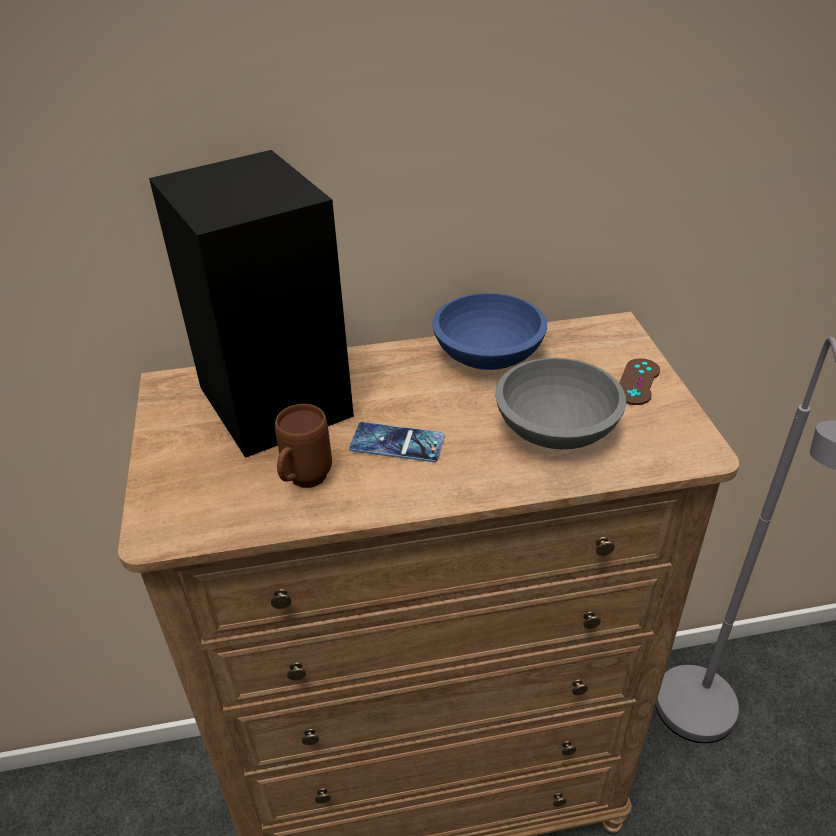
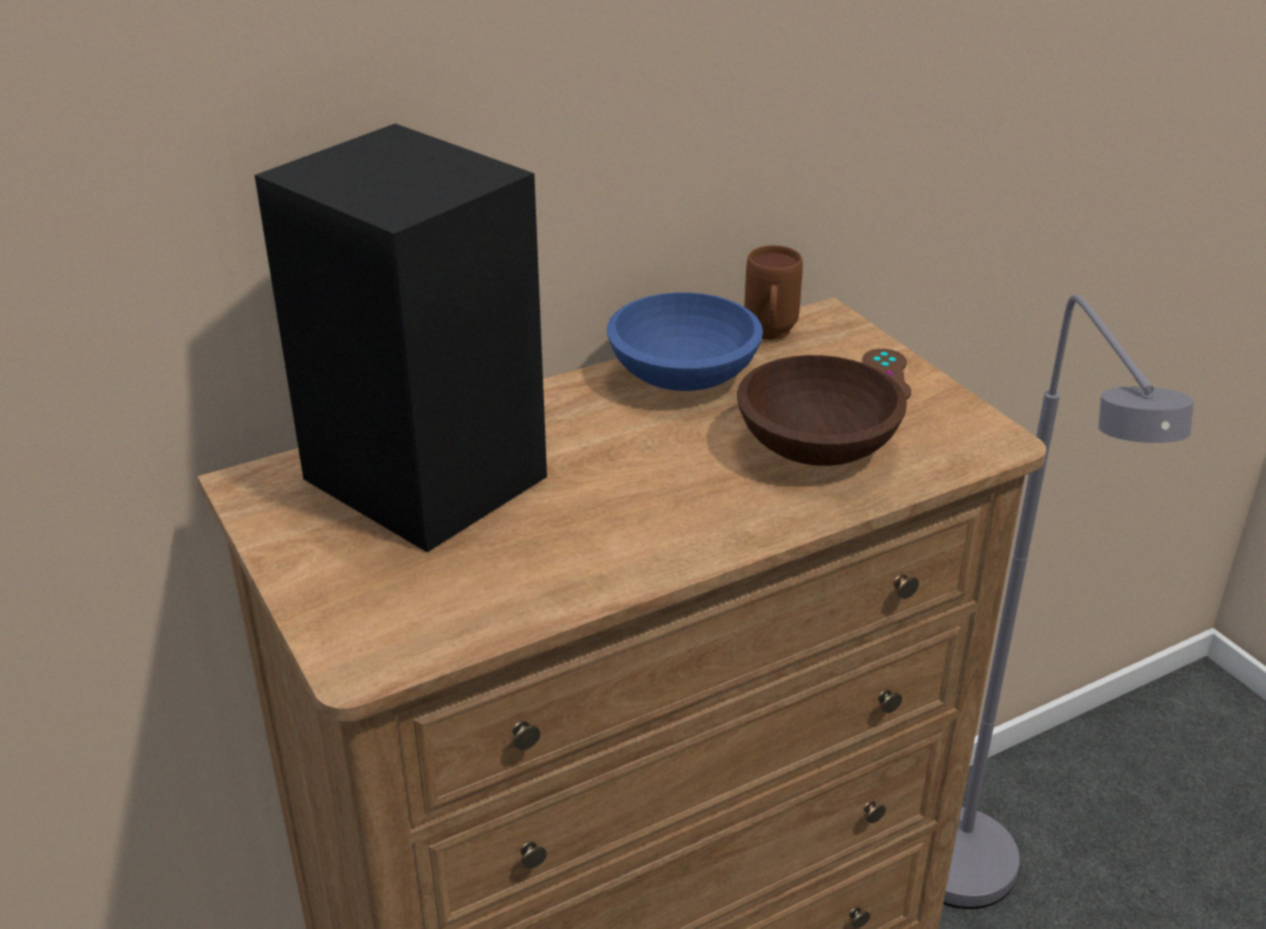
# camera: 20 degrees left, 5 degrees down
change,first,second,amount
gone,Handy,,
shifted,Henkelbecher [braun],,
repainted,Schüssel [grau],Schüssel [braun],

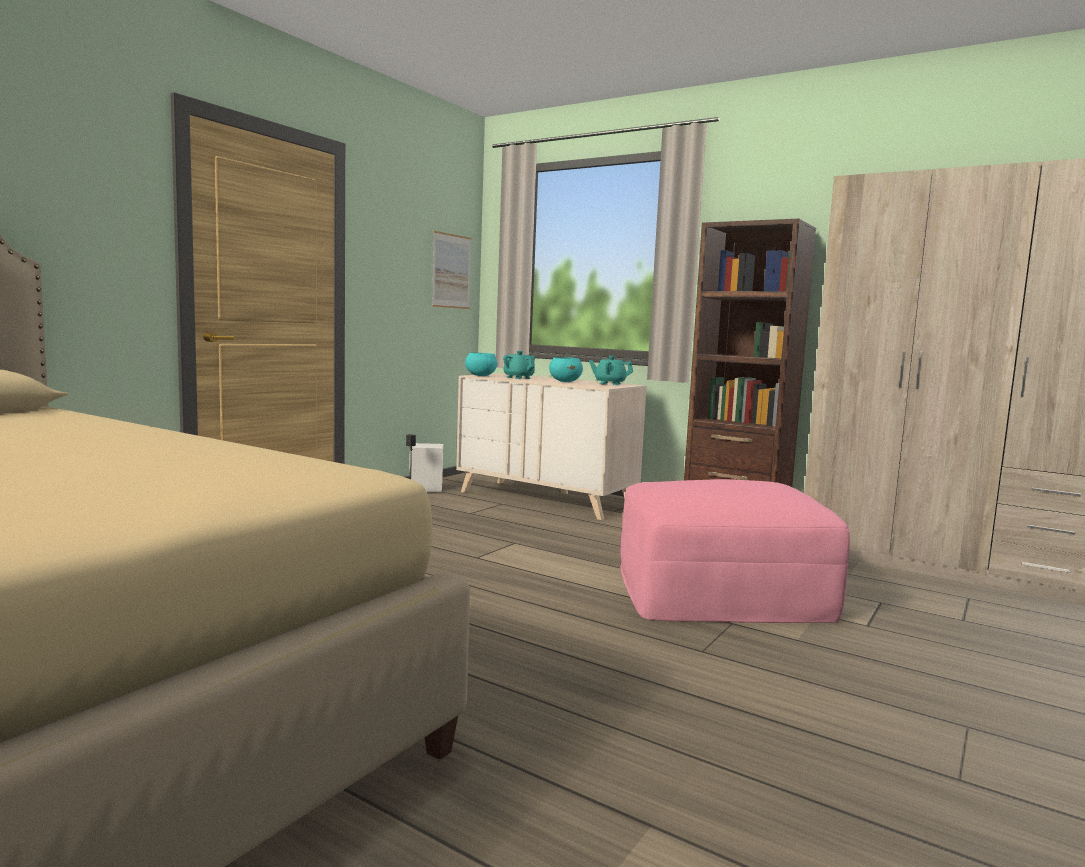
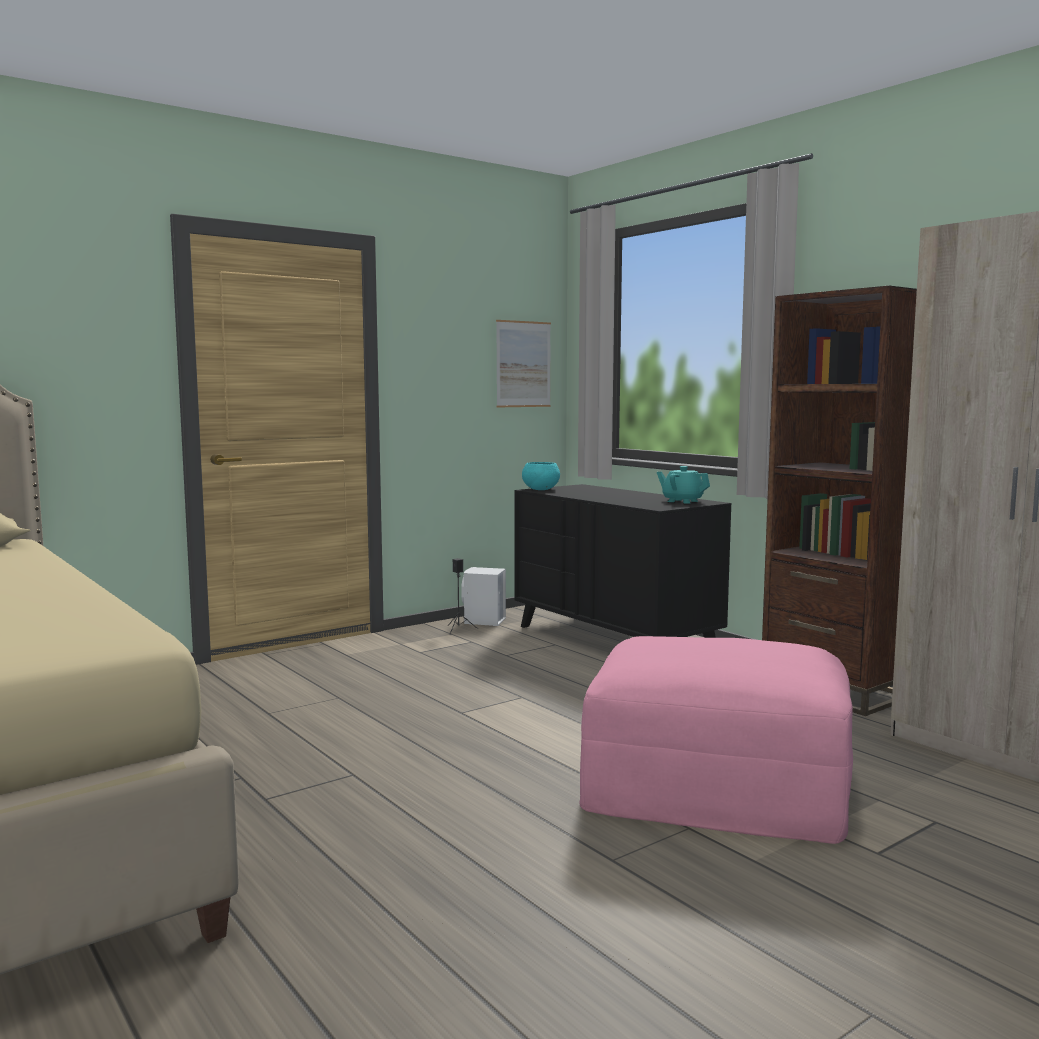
# camera: 20 degrees right, 0 degrees up
change,first,second,amount
gone,Teekanne [türkis] (no. 1 from left),,
gone,Schüssel [türkis] (no. 2 from left),,
repainted,Kommode [beige],Kommode [schwarz],

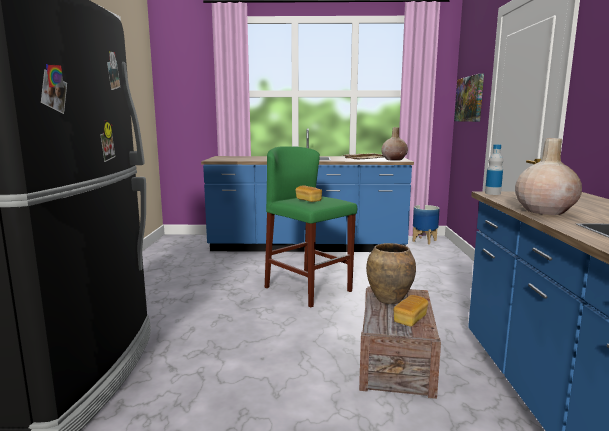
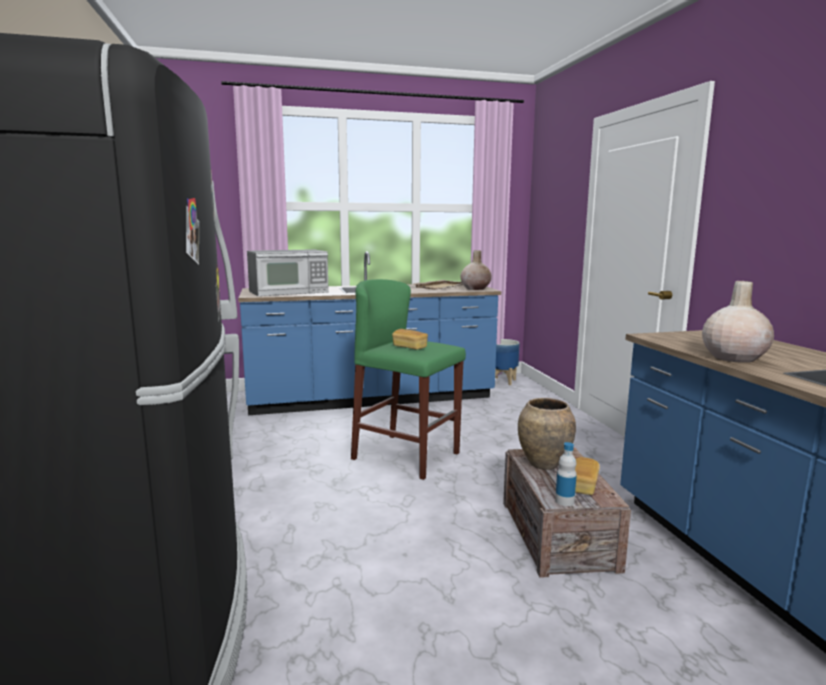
# camera: 15 degrees left, 0 degrees up
change,first,second,amount
gone,Bild,,
new,,Mikrowelle,
shifted,Flasche,,

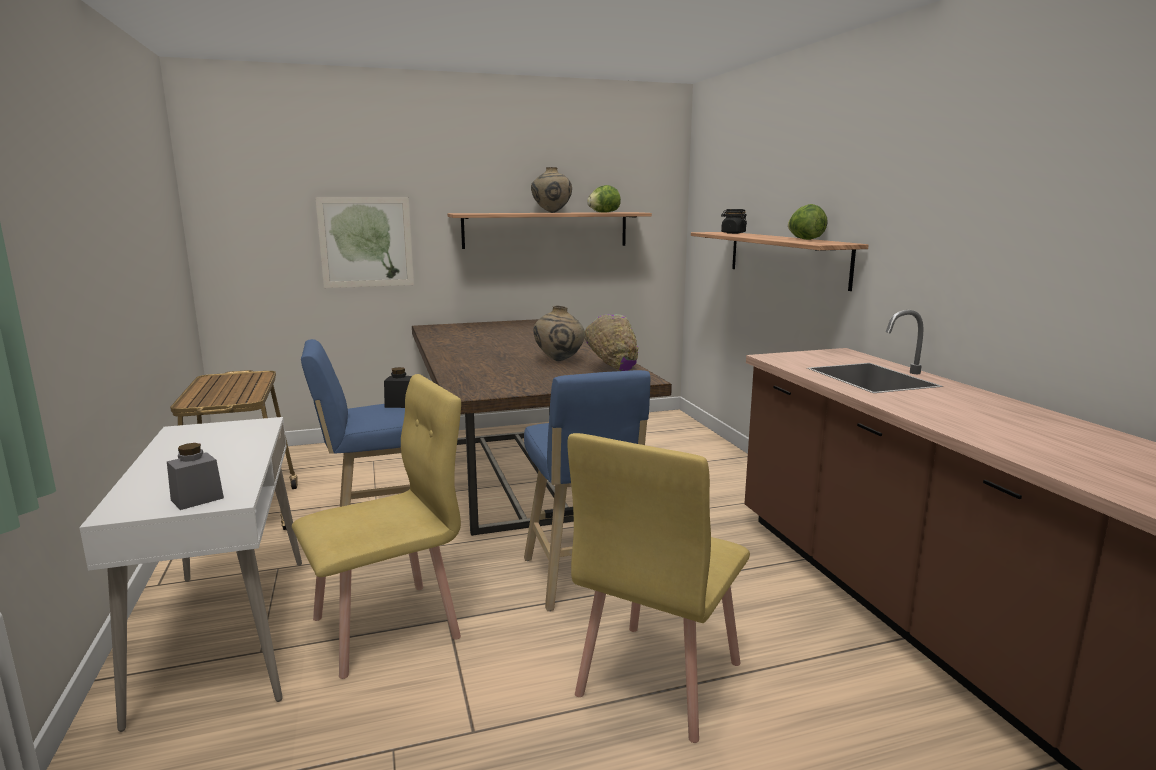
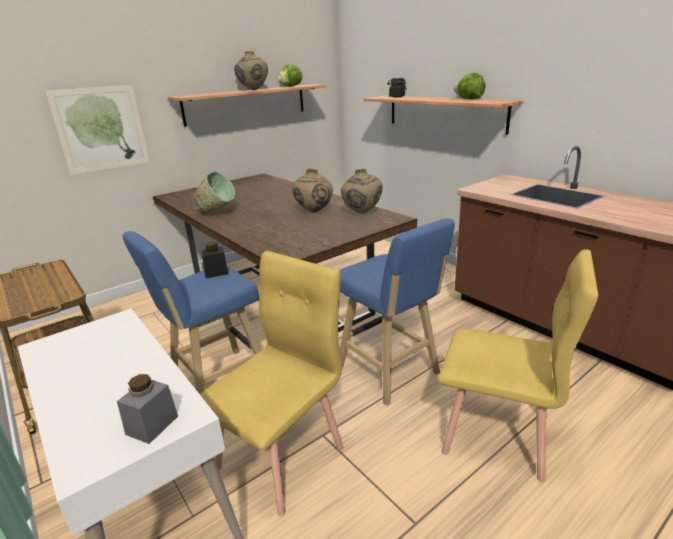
# camera: 20 degrees left, 10 degrees up
change,first,second,amount
new,,Schüssel [grün],
swapped,Schüssel [lila],Vase [beige] (no. 3 from left),
rotated,Stuhl [gelb] (no. 2 from left),,75 degrees counterclockwise

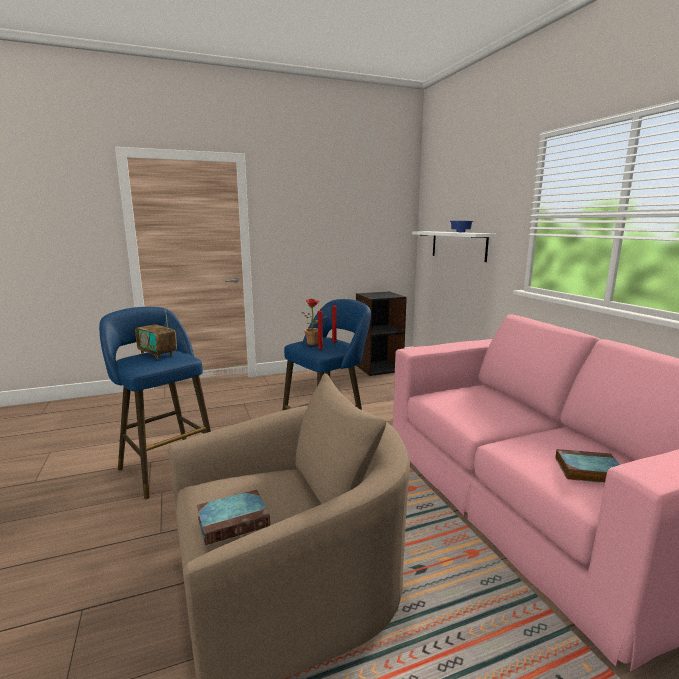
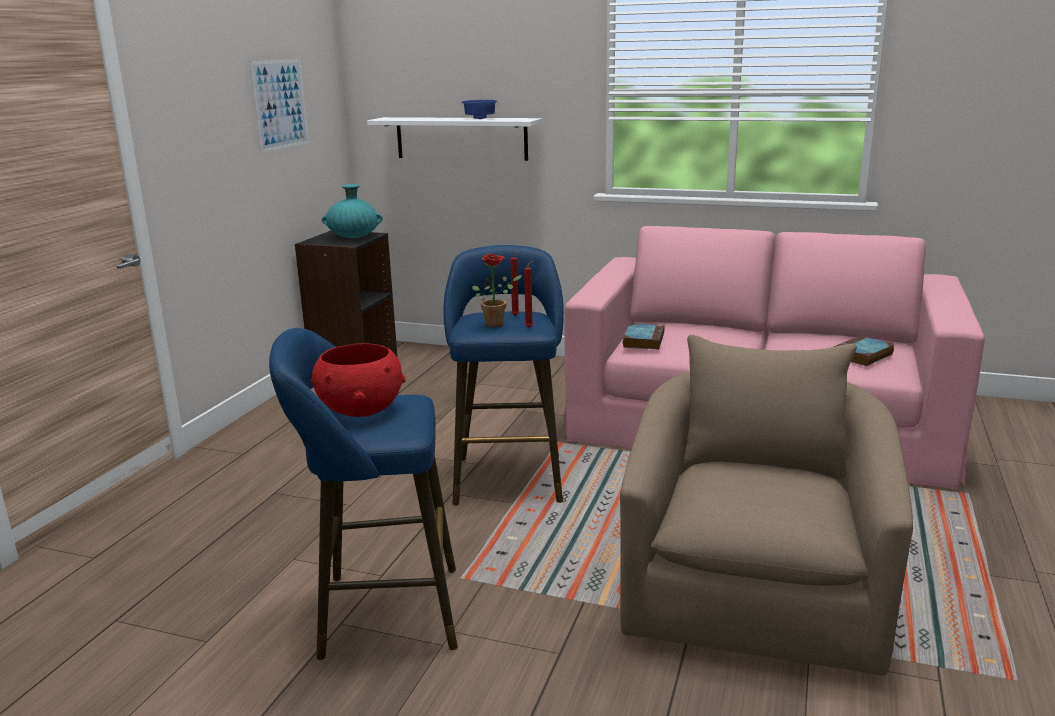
# camera: 50 degrees left, 5 degrees up
change,first,second,amount
new,,Bild,
new,,Vase [türkis],
shifted,Buch (no. 1 from left),,
swapped,Radio,Schüssel [rot],

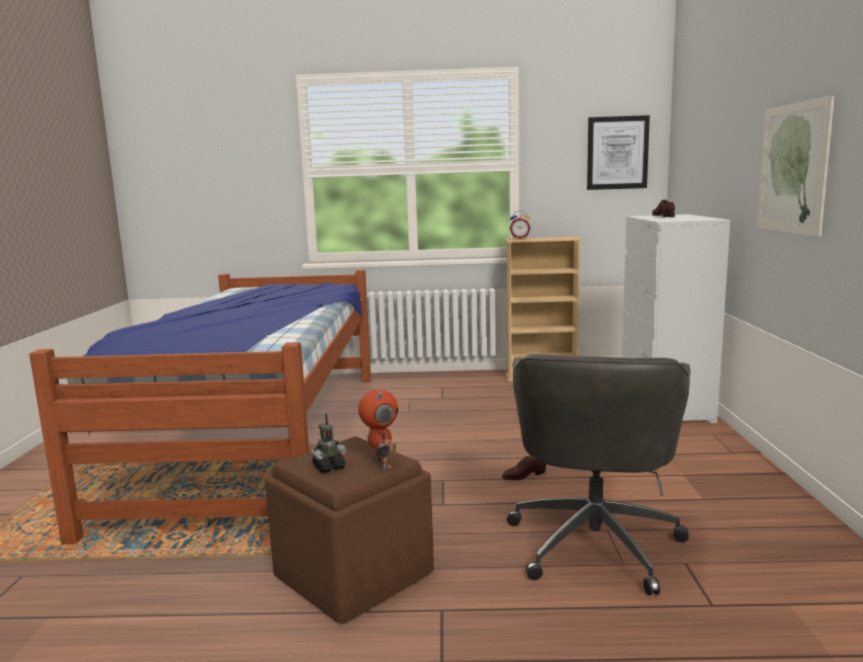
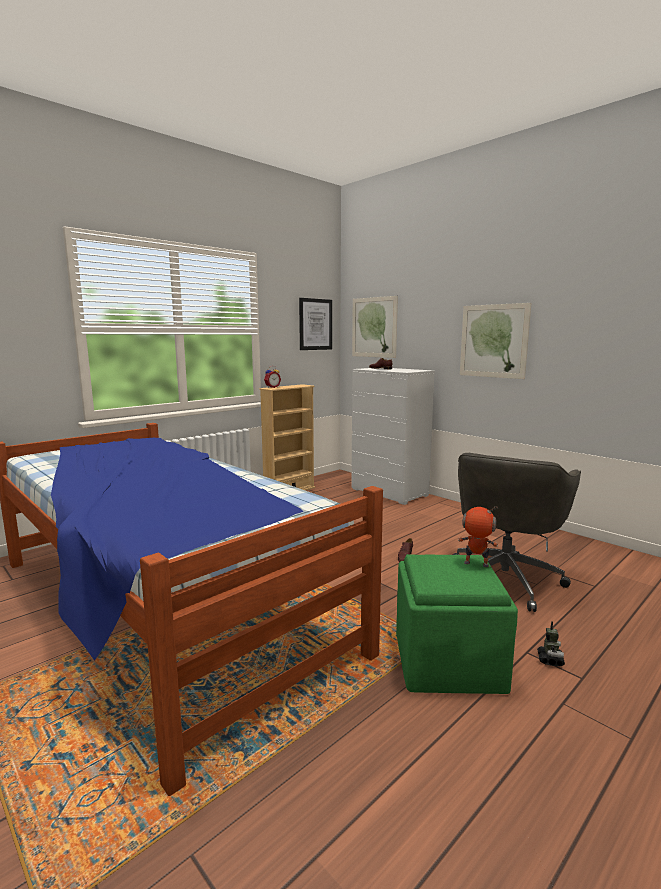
# camera: 45 degrees left, 0 degrees up
change,first,second,amount
new,,Bild (no. 2 from left),
shifted,Spielzeugroboter (no. 1 from left in the first image),Spielzeugroboter (no. 2 from left),
repainted,Polsterhocker [braun],Polsterhocker [grün],
rotated,Bürostuhl [grau],,60 degrees clockwise

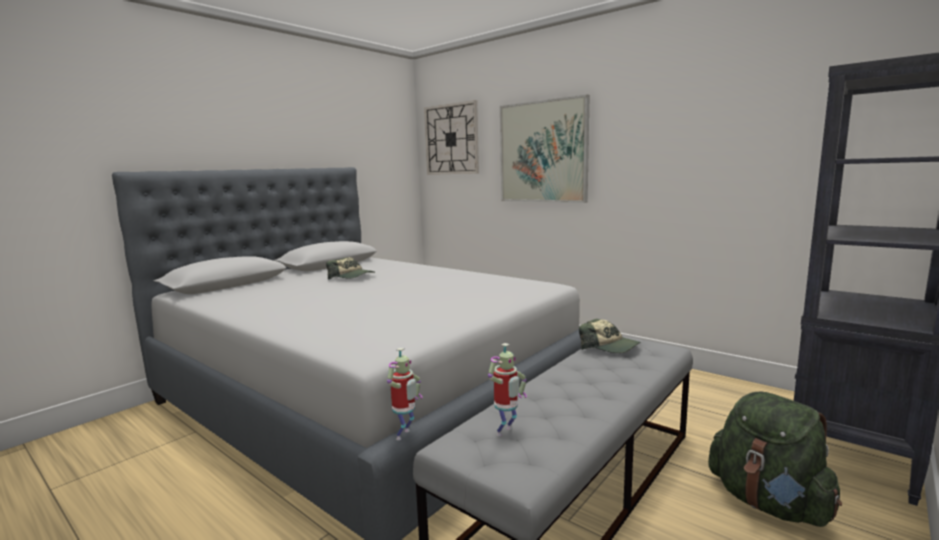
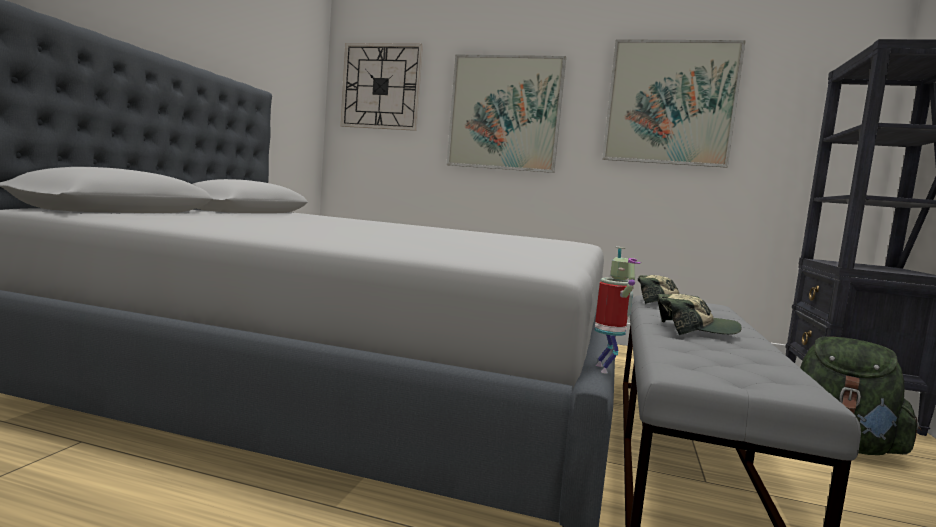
# camera: 25 degrees left, 5 degrees down
change,first,second,amount
gone,Spielzeugroboter (no. 2 from left),,
new,,Bild (no. 2 from left),
shifted,Kappe (no. 1 from left in the first image),Kappe (no. 2 from left),

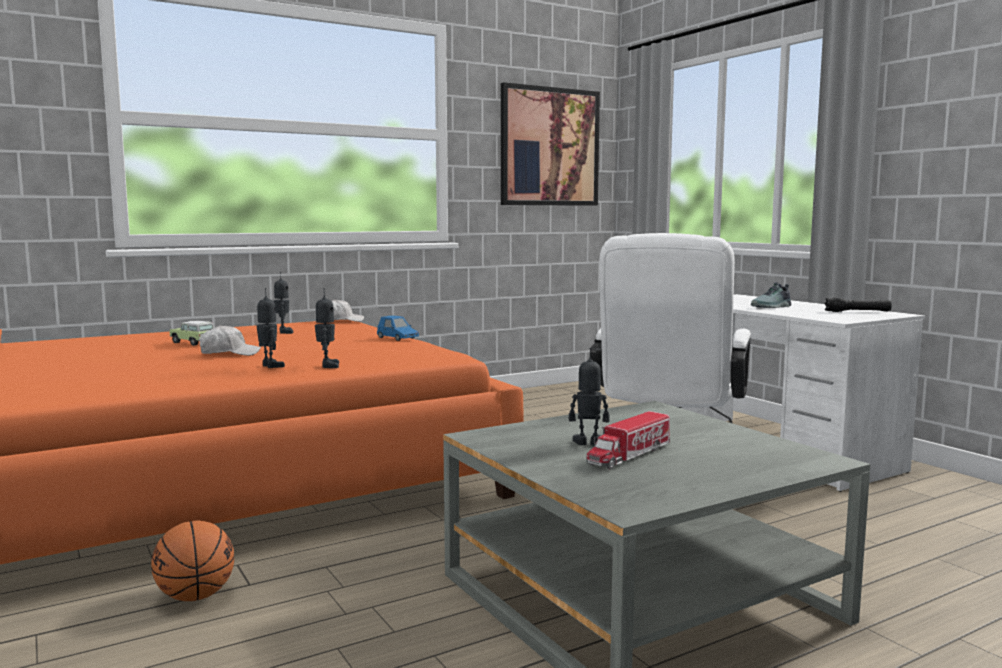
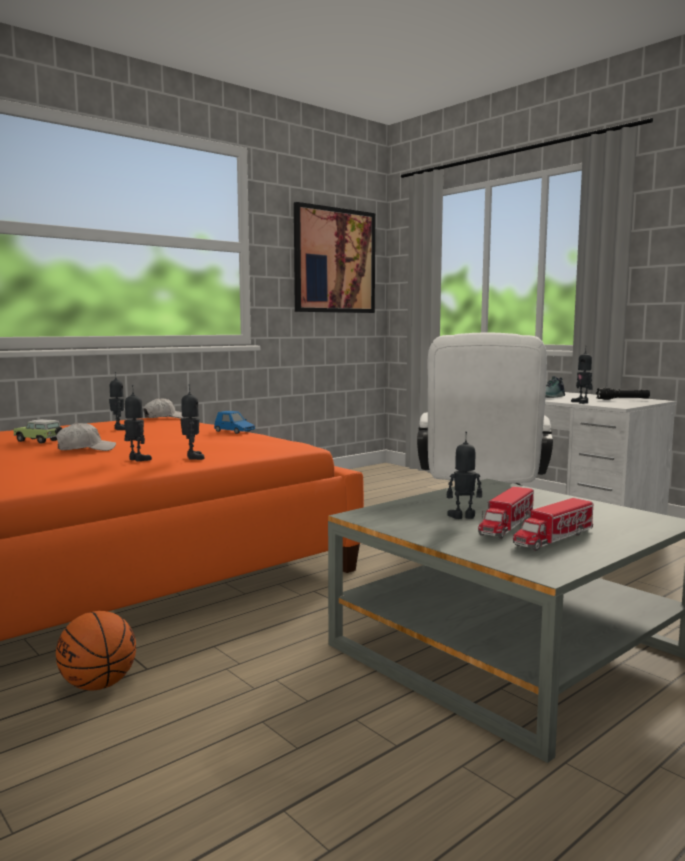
# camera: 10 degrees left, 0 degrees up
change,first,second,amount
new,,Spielzeuglaster (no. 2 from left),
new,,Spielzeugroboter (no. 5 from left),

